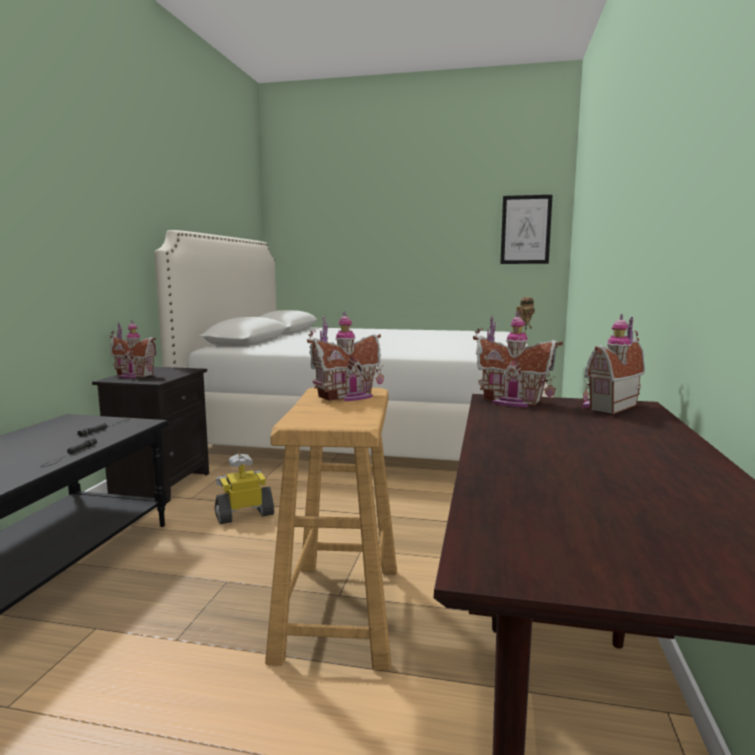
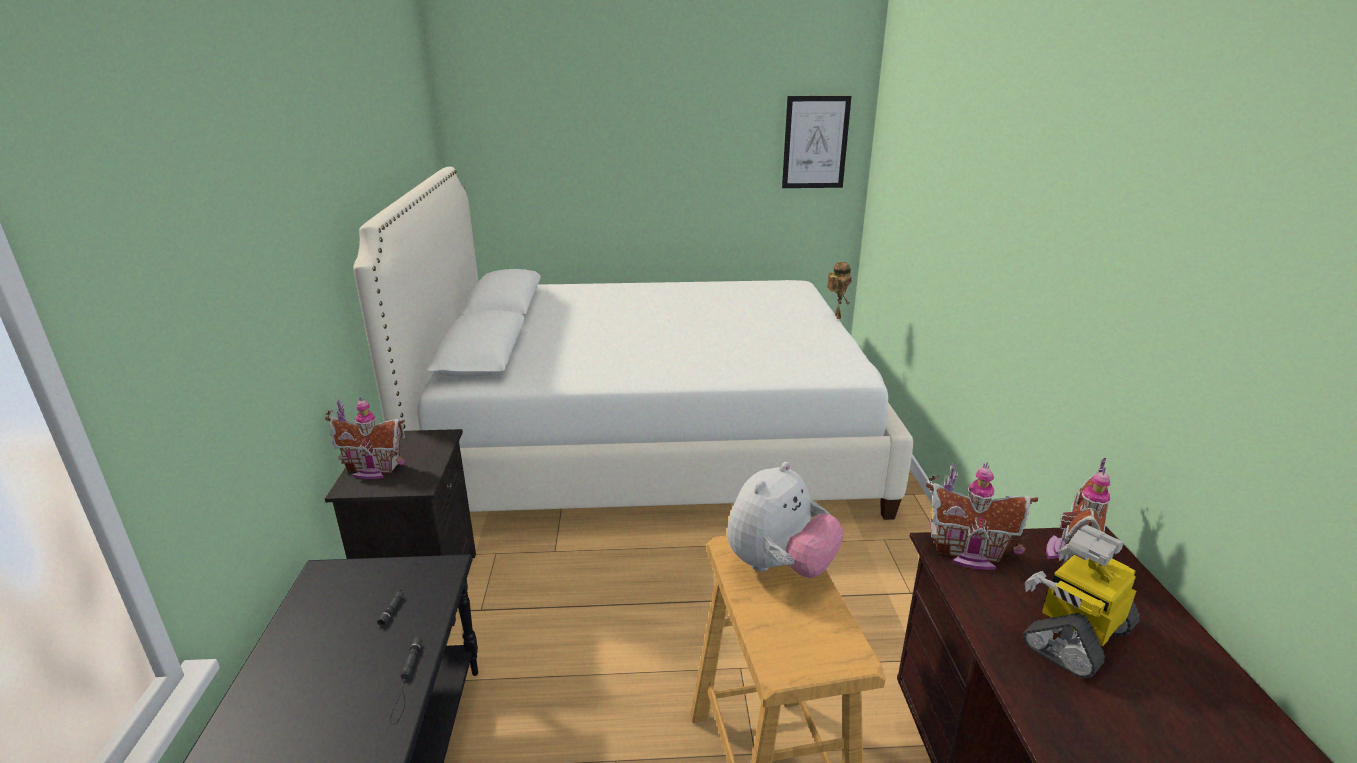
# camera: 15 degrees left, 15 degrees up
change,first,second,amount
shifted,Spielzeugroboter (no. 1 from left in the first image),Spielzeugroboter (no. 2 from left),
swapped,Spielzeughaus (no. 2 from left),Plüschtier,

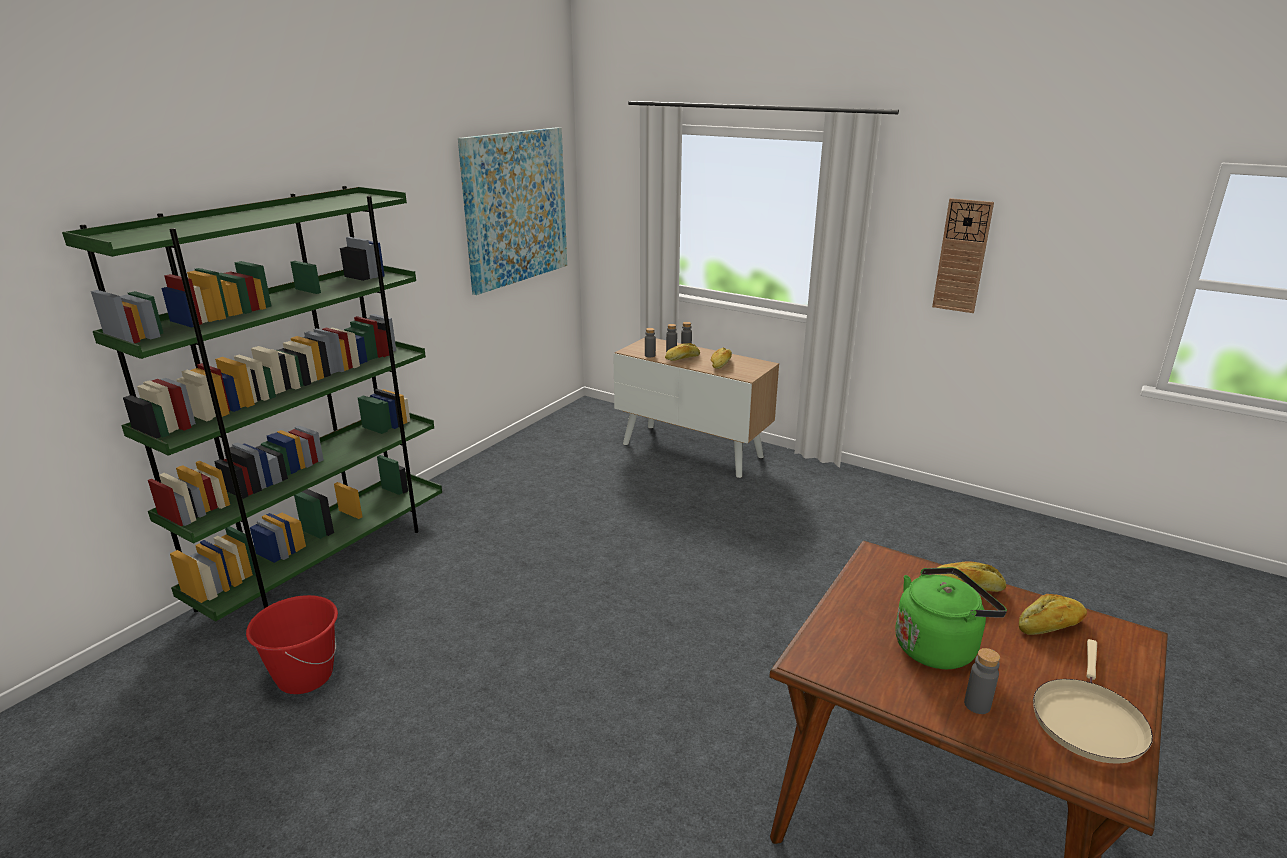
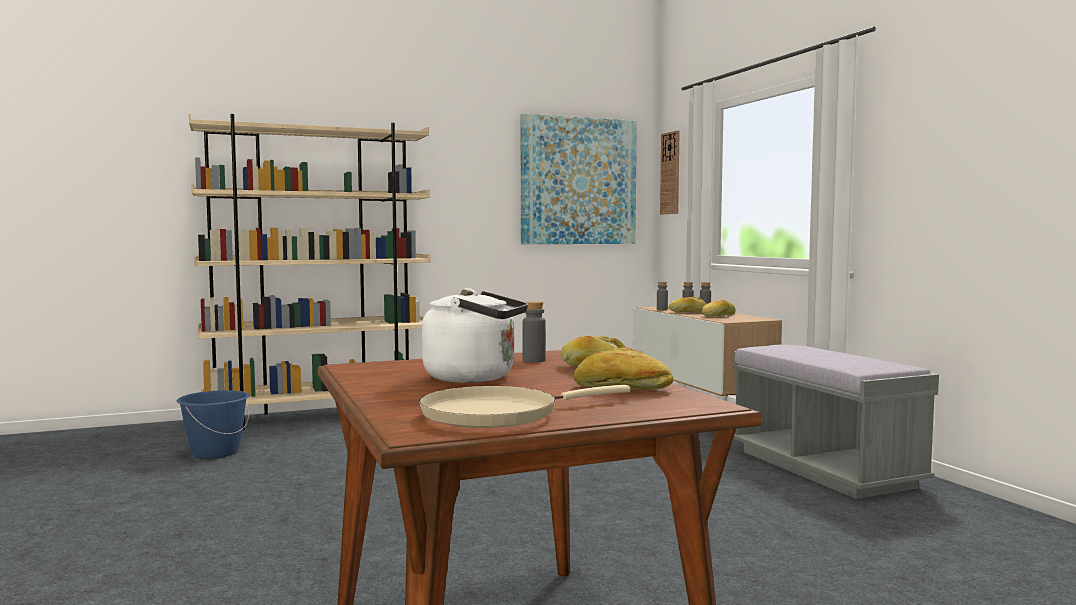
# camera: 35 degrees right, 20 degrees down
change,first,second,amount
new,,Bank [grau],
shifted,Wanduhr,,
shifted,Flasche [grau] (no. 4 from left in the first image),Flasche [grau] (no. 1 from left),
repainted,Bücherregal [grün],Bücherregal [beige],
repainted,Eimer [rot],Eimer [blau],
repainted,Wasserkessel [grün],Wasserkessel [weiß],

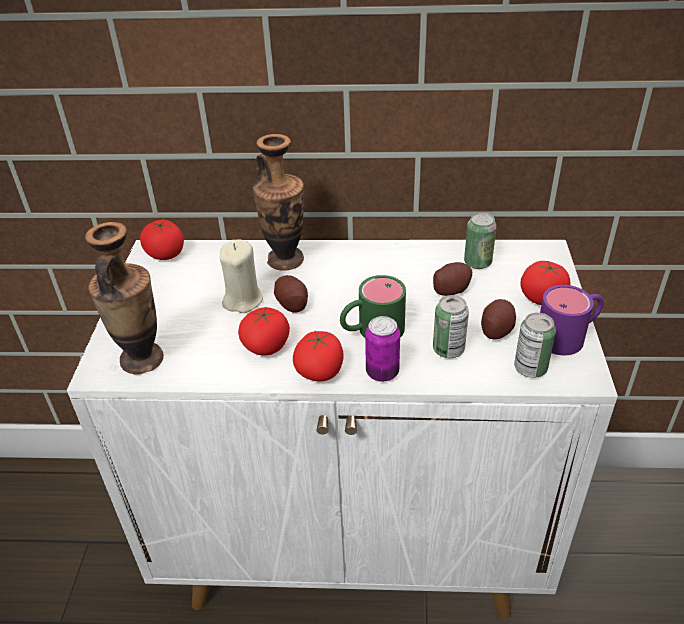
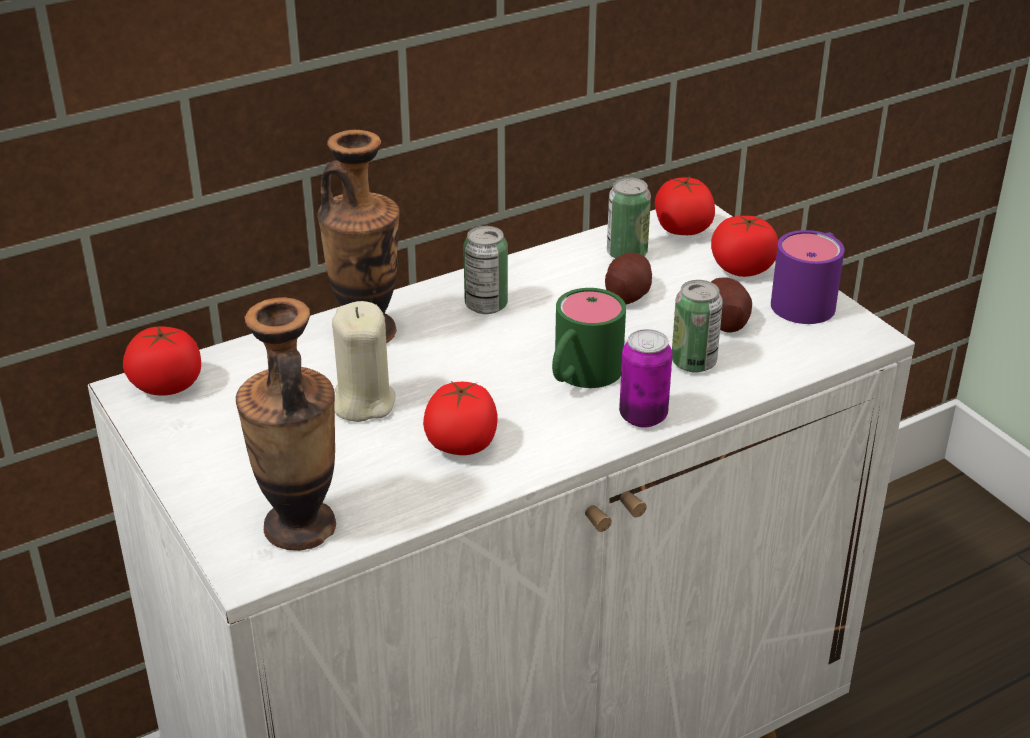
# camera: 35 degrees left, 5 degrees down
change,first,second,amount
gone,Kartoffel (no. 1 from left),,
shifted,Tomate (no. 3 from left),,
shifted,Dose (no. 4 from left in the first image),Dose (no. 1 from left),

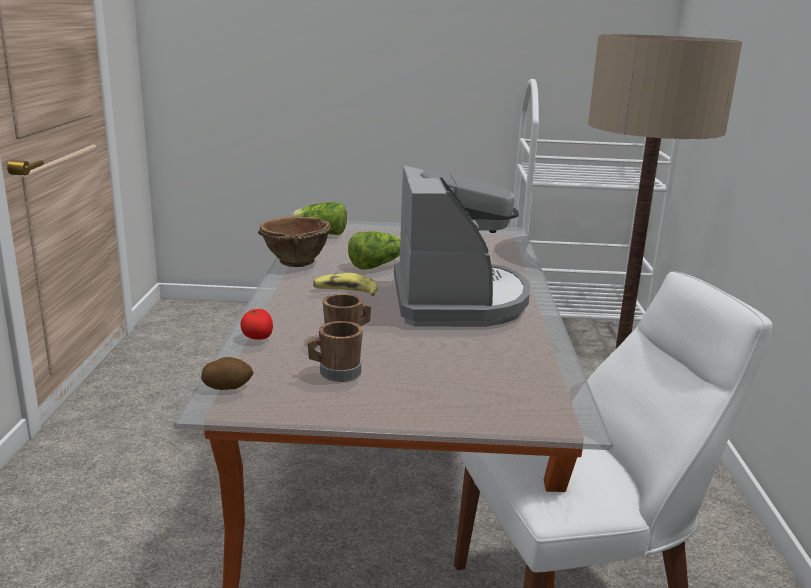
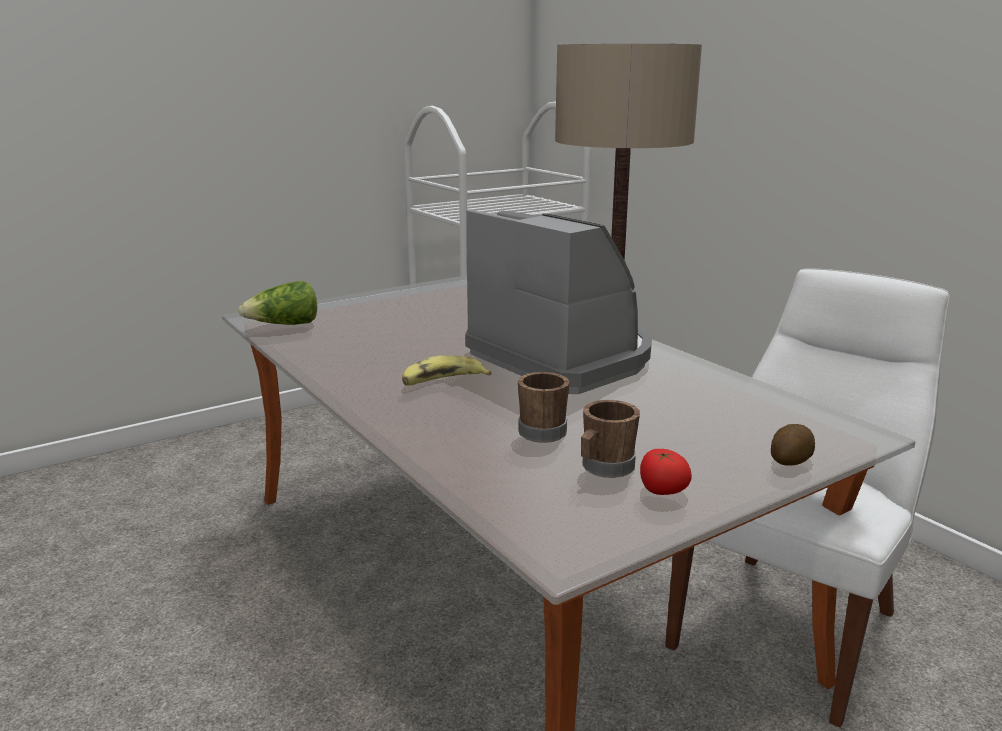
# camera: 35 degrees left, 0 degrees up
change,first,second,amount
gone,Schüssel [braun],,
gone,Salatkopf (no. 2 from left),,
shifted,Kartoffel,,
shifted,Tomate,,

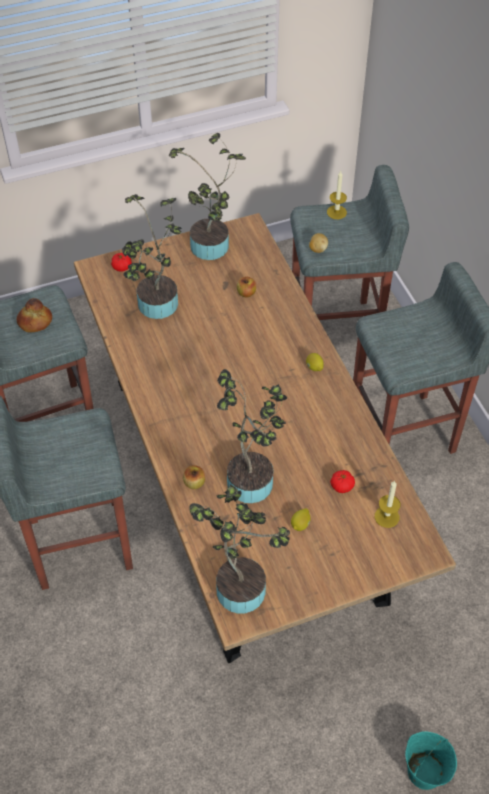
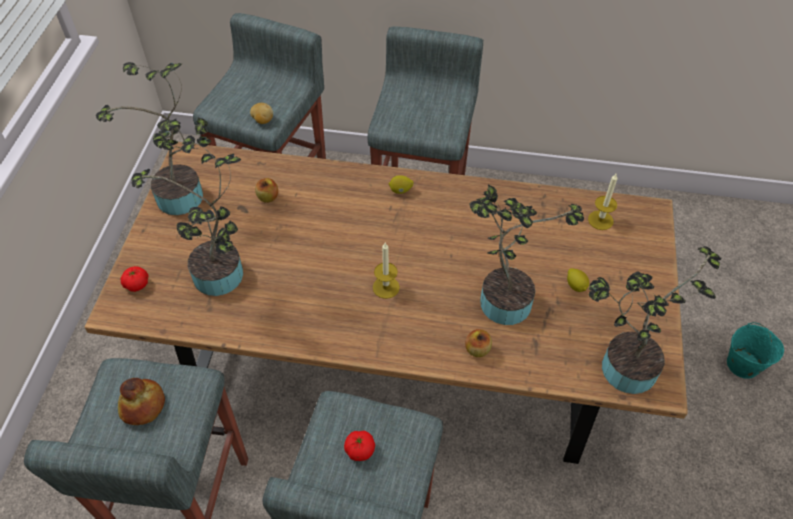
# camera: 60 degrees left, 0 degrees up
change,first,second,amount
shifted,Kerze (no. 1 from left),,
shifted,Tomate (no. 2 from left),,

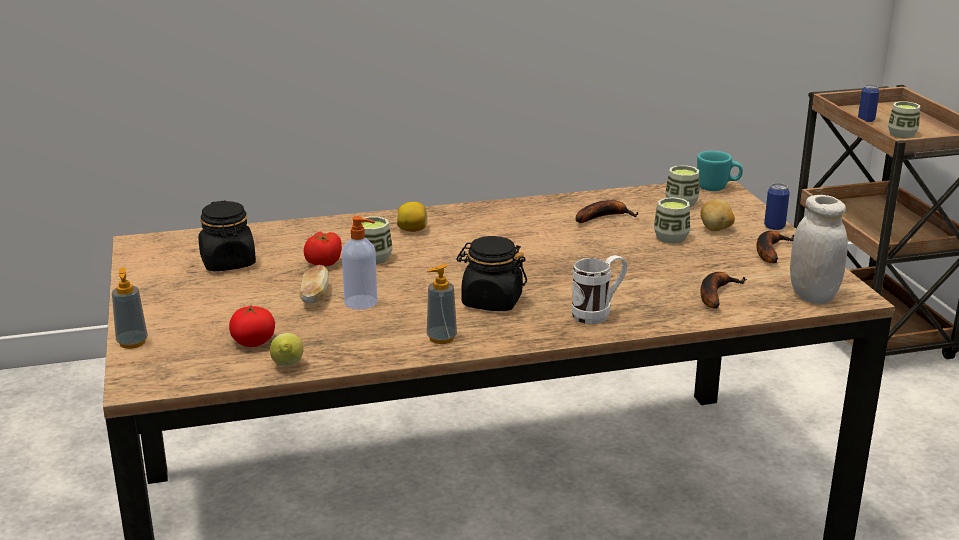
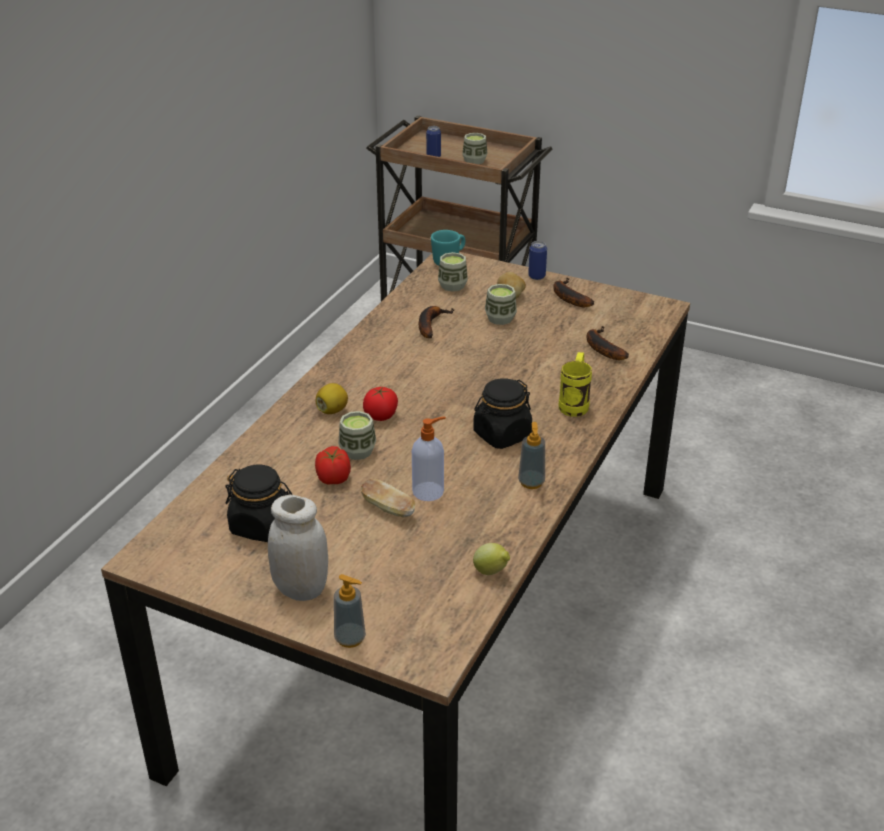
# camera: 50 degrees left, 10 degrees up
change,first,second,amount
shifted,Tomate (no. 1 from left in the first image),Tomate (no. 2 from left),
shifted,Vorratsglas [weiß],,
repainted,Henkelbecher [weiß],Henkelbecher [gelb],

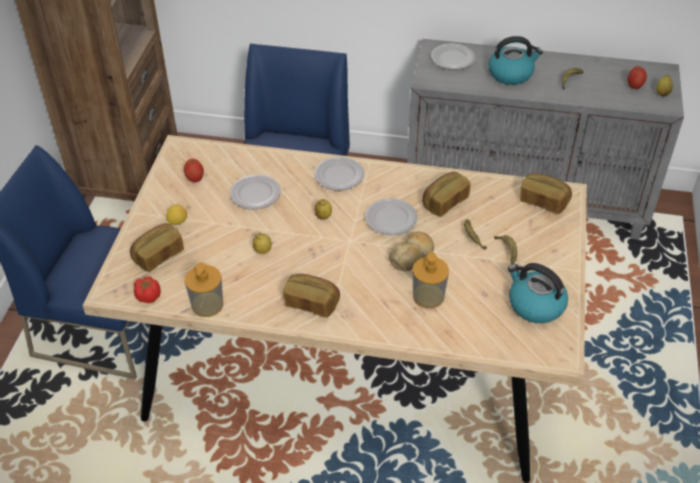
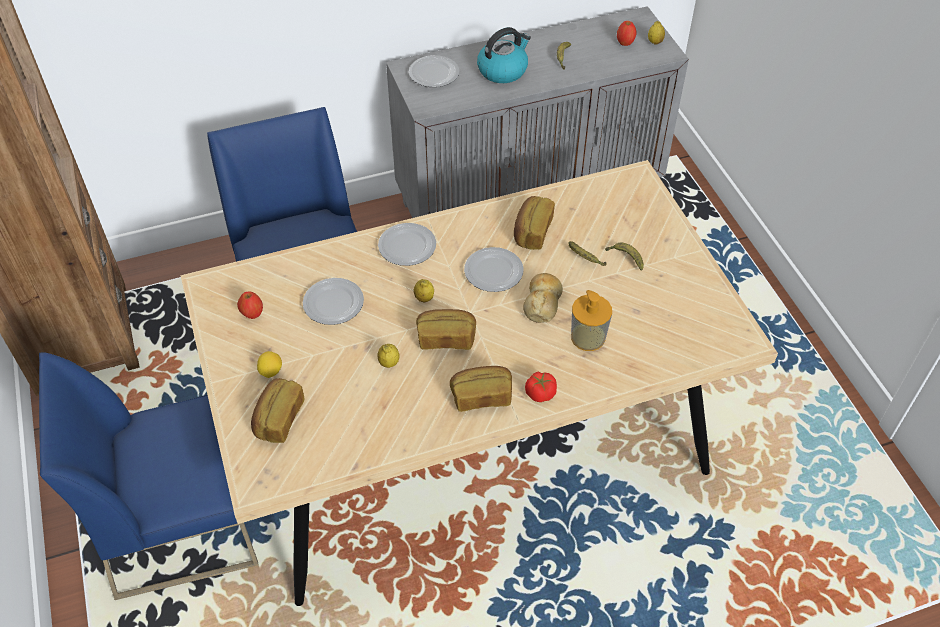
# camera: 30 degrees left, 5 degrees up
change,first,second,amount
gone,Seifenspender (no. 1 from left),,
gone,Wasserkessel (no. 2 from left),,
shifted,Tomate,,
shifted,Brot (no. 5 from left in the first image),Brot (no. 2 from left),

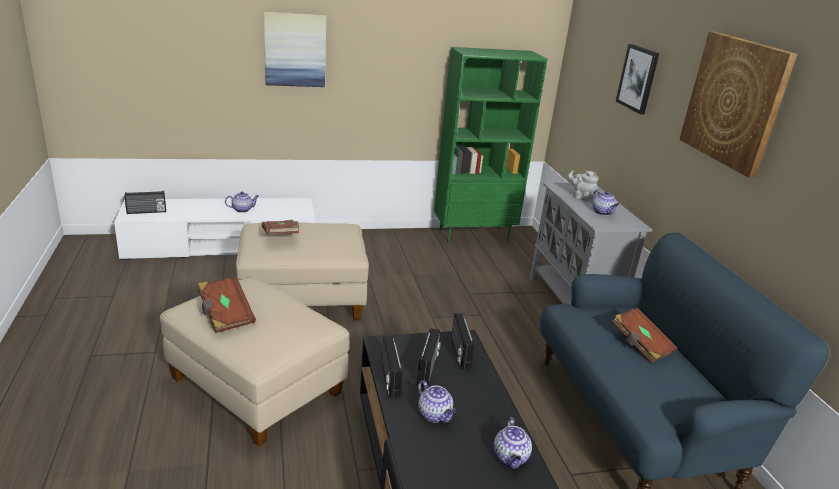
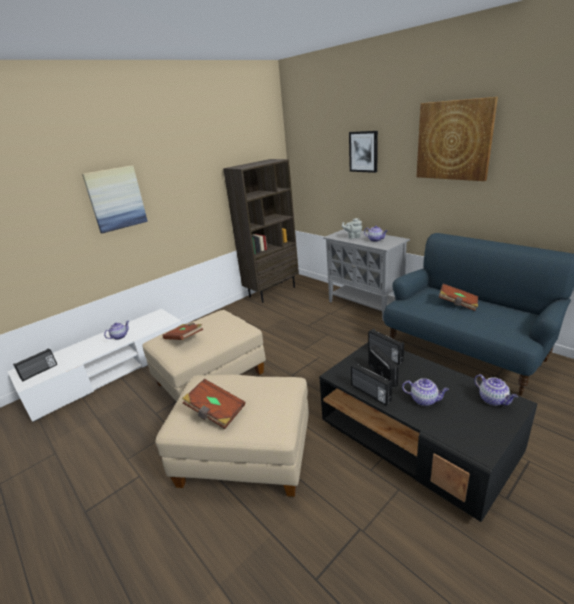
# camera: 25 degrees left, 0 degrees up
change,first,second,amount
repainted,Bücherregal [grün],Bücherregal [braun],

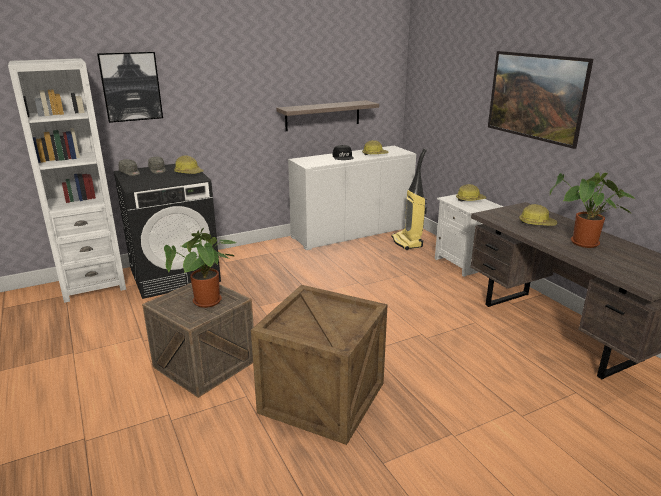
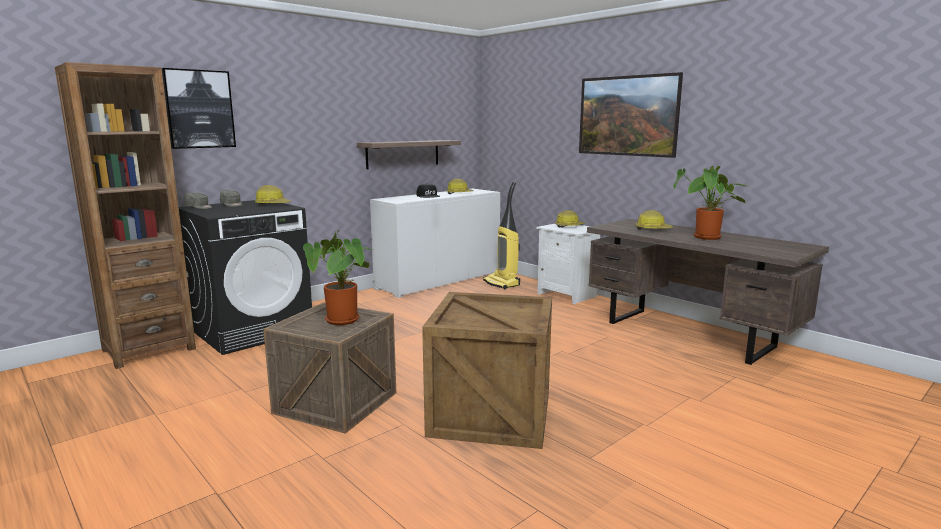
# camera: 15 degrees left, 10 degrees down
change,first,second,amount
repainted,Bücherregal [weiß],Bücherregal [braun],

